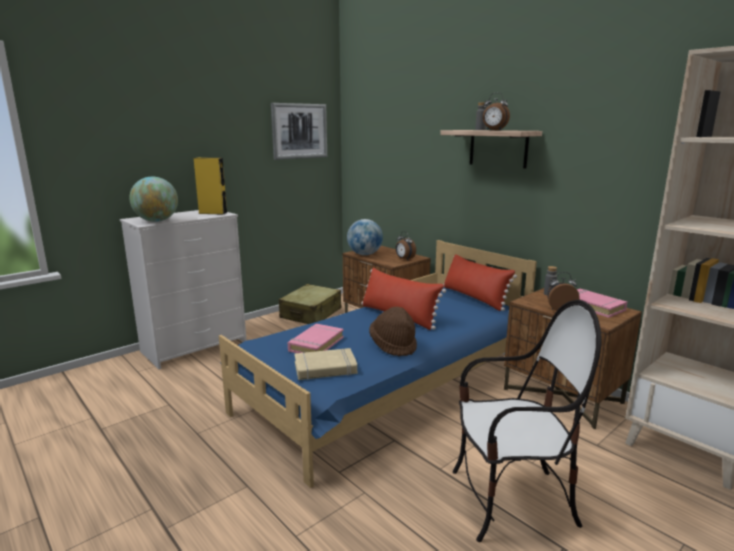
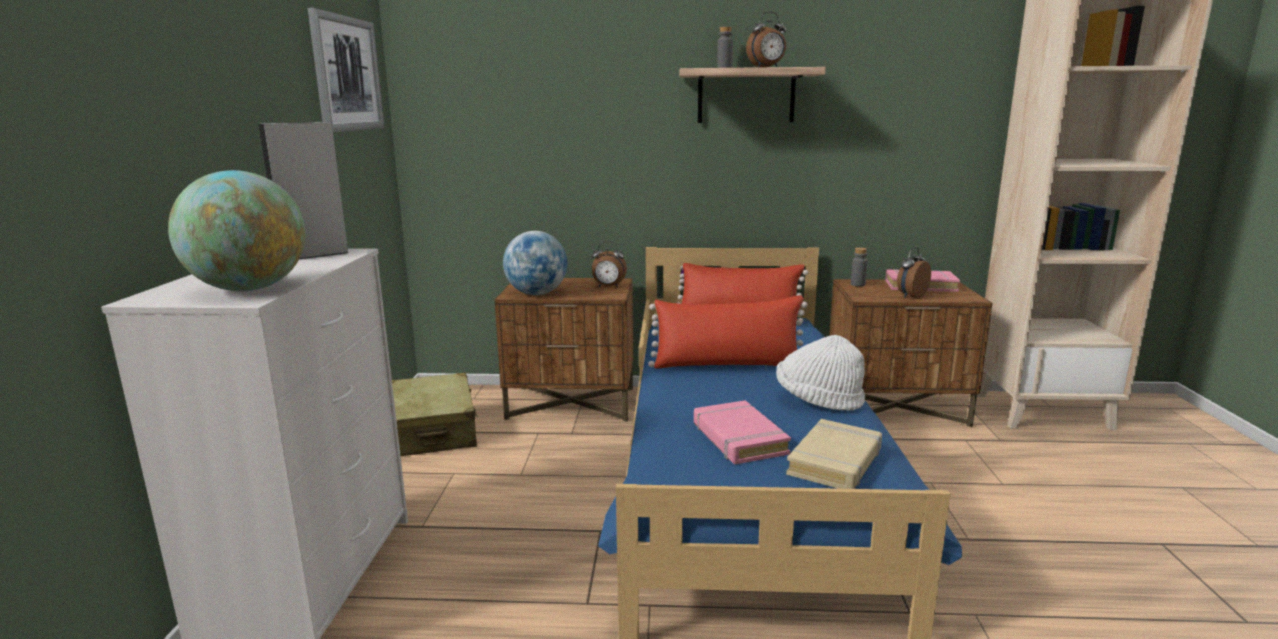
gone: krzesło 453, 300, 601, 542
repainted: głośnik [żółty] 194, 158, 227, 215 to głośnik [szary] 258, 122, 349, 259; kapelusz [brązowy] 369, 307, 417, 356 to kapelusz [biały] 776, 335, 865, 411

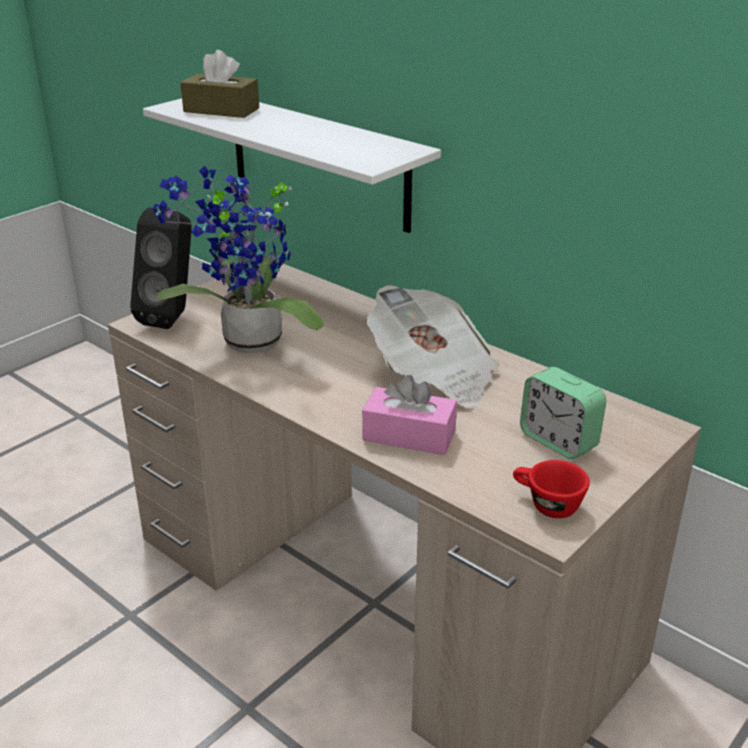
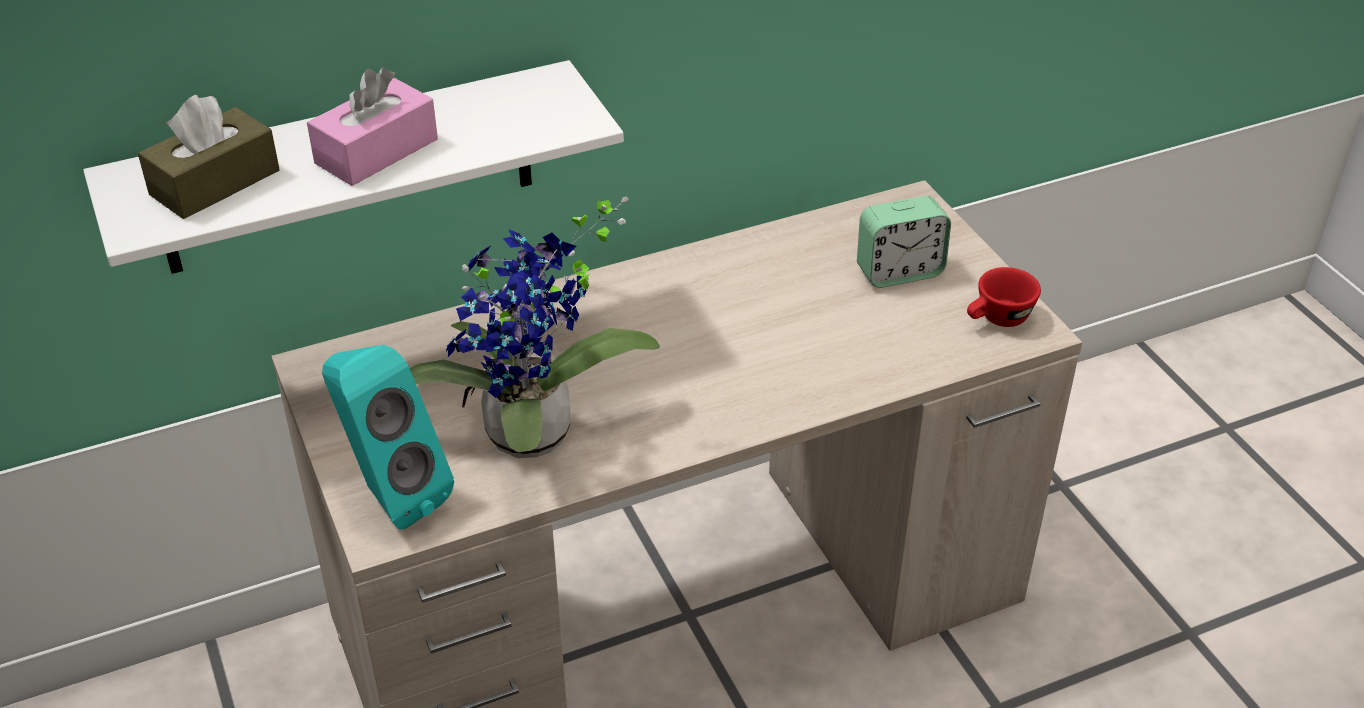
gone: gazeta 367, 285, 500, 408
shifted: pudełko chusteczek [różowy] 362, 375, 457, 455 to 307, 67, 438, 186
repainted: głośnik [czarny] 130, 207, 192, 329 to głośnik [turkusowy] 322, 345, 454, 530

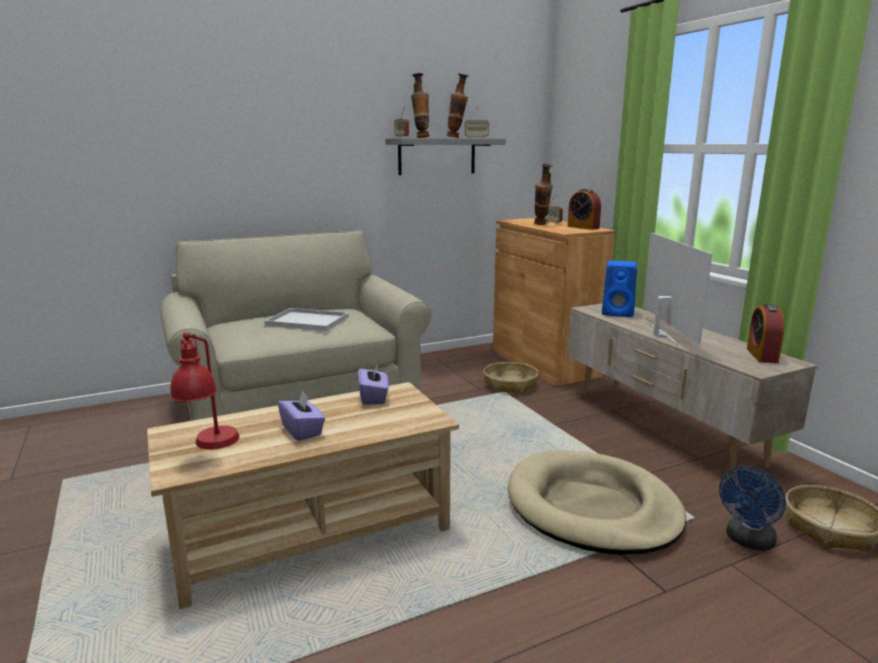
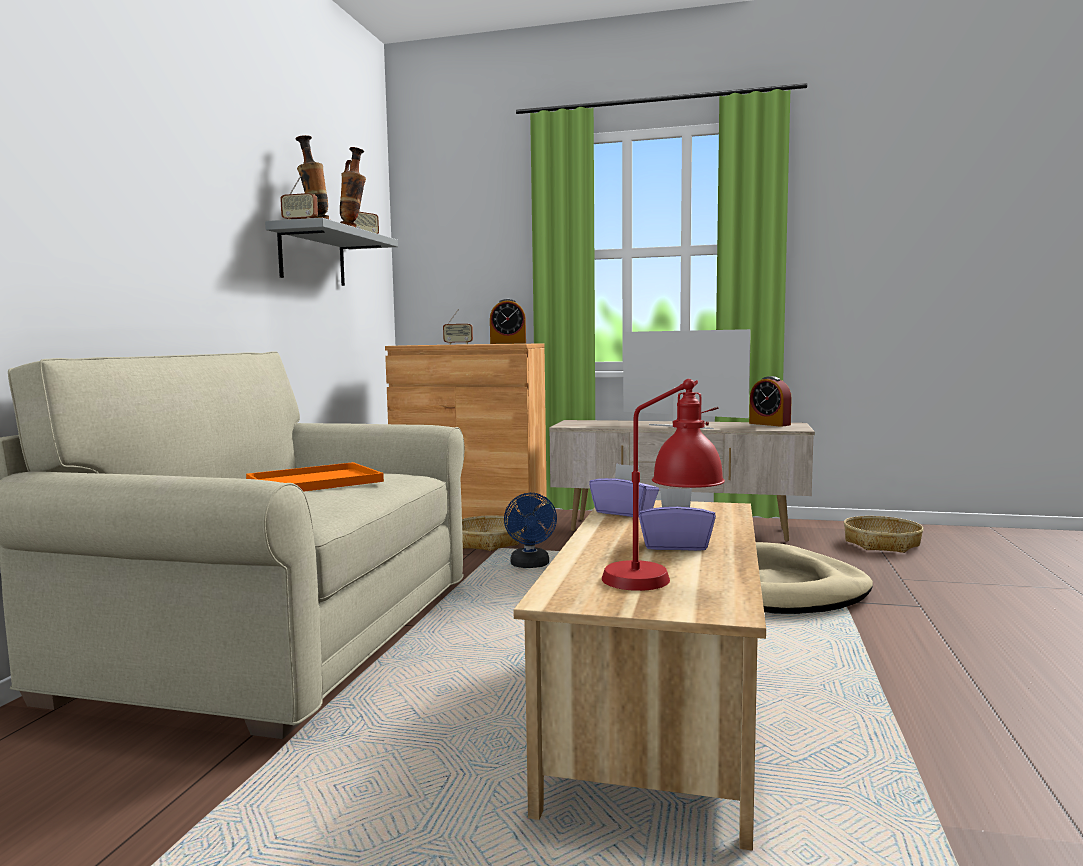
gone: wazon 534, 164, 553, 225; głośnik [niebieski] 602, 260, 637, 317
shifted: wentylator [niebieski] 719, 466, 786, 551 to 504, 493, 557, 568
repainted: taca [biały] 264, 308, 349, 331 to taca [pomarańczowy] 246, 462, 384, 492

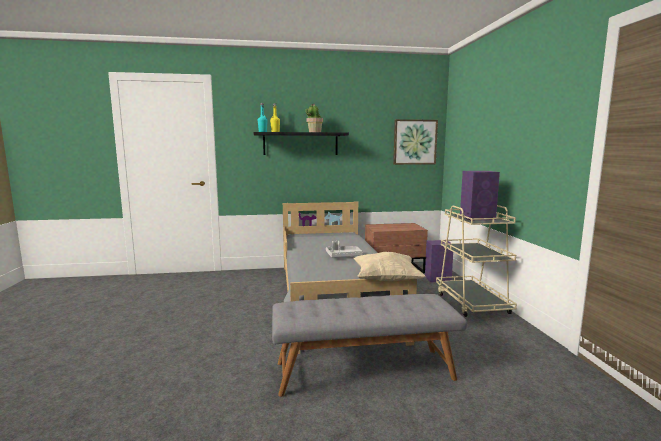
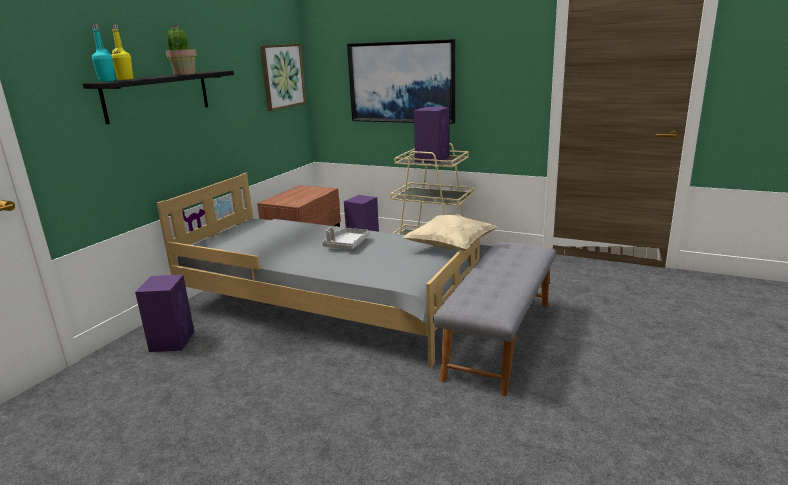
new: głośnik [fioletowy] 135, 275, 194, 352; obraz 347, 39, 455, 124

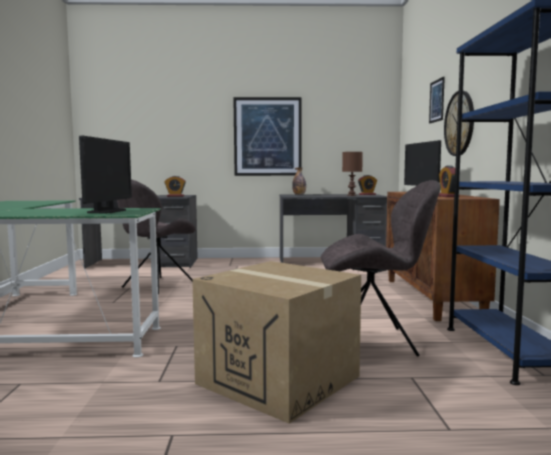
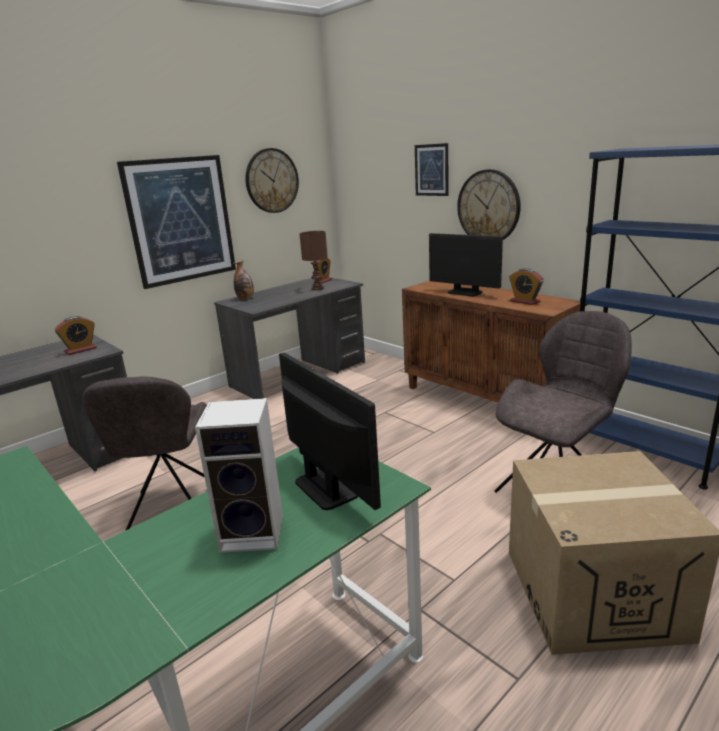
new: głośnik 195, 398, 283, 553; zegar ścienny 245, 148, 299, 213

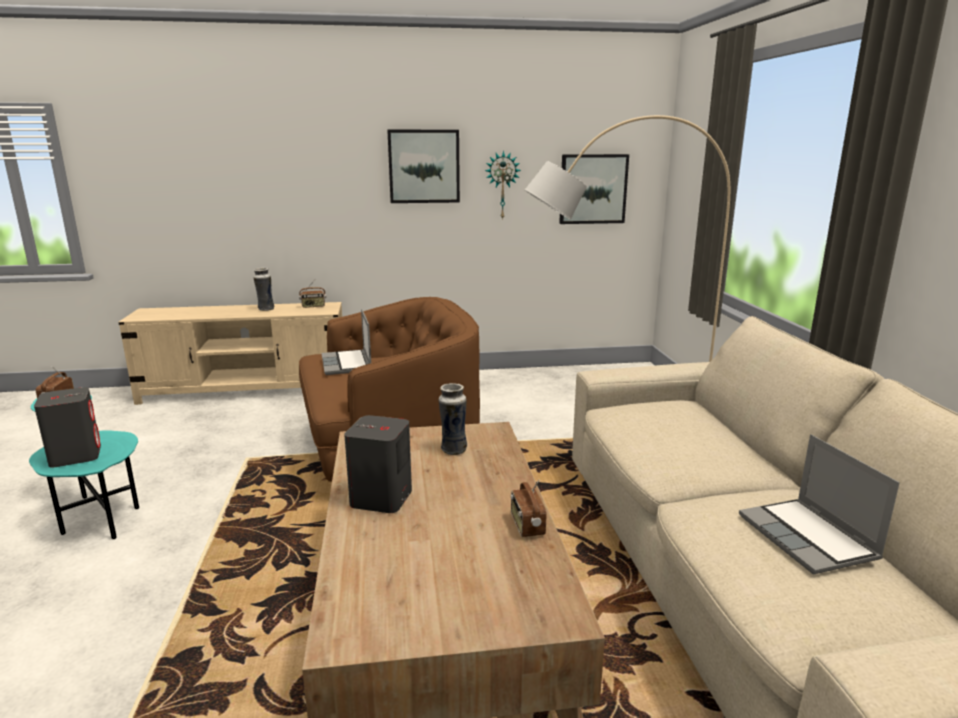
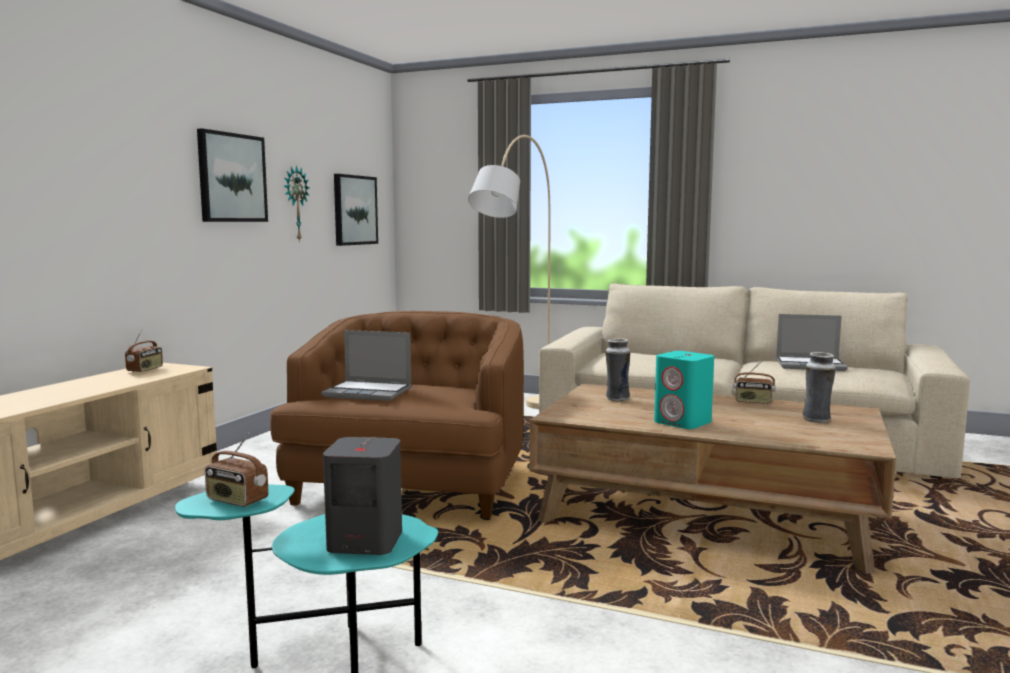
shifted: wazon 253, 268, 274, 311 to 803, 352, 836, 423
repainted: głośnik [szary] 344, 415, 412, 513 to głośnik [turkusowy] 654, 351, 714, 429

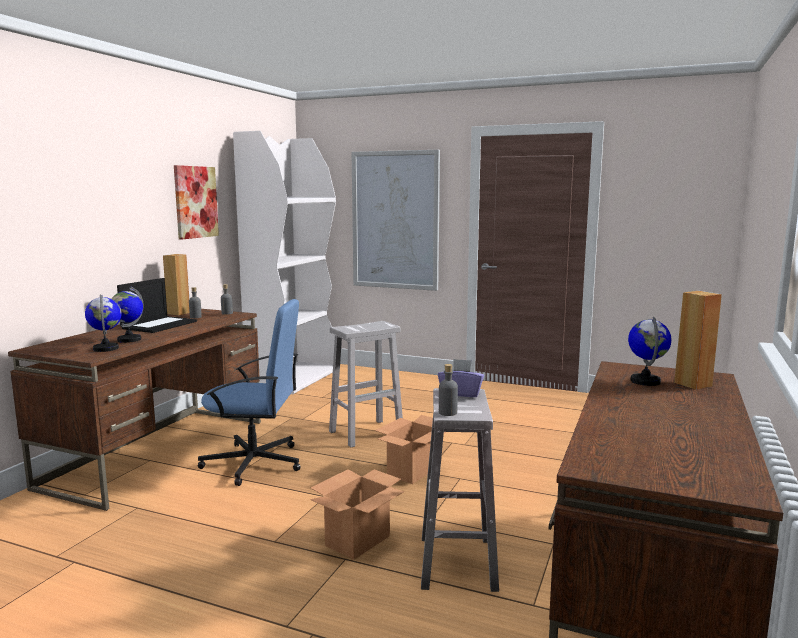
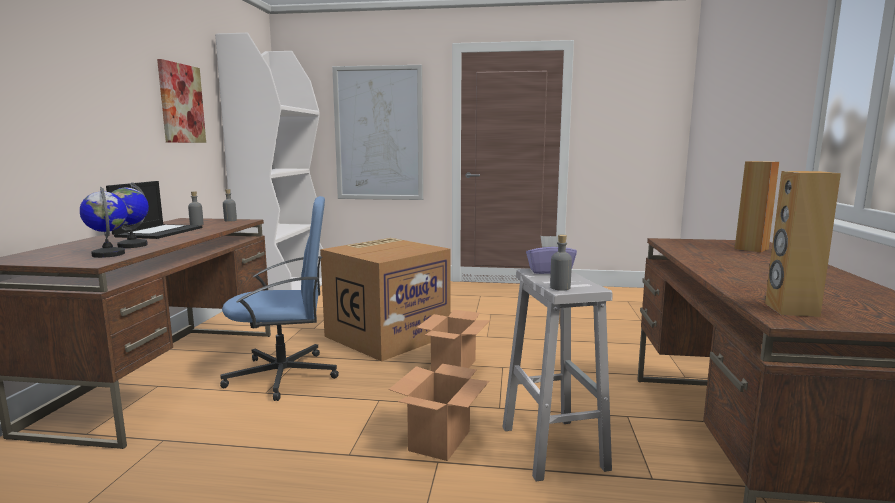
gone: globus 628, 317, 671, 386
shifted: głośnik [brązowy] 163, 254, 189, 315 to 765, 171, 841, 317
swapped: stołek [biały] 329, 321, 403, 447 to karton 320, 238, 451, 361

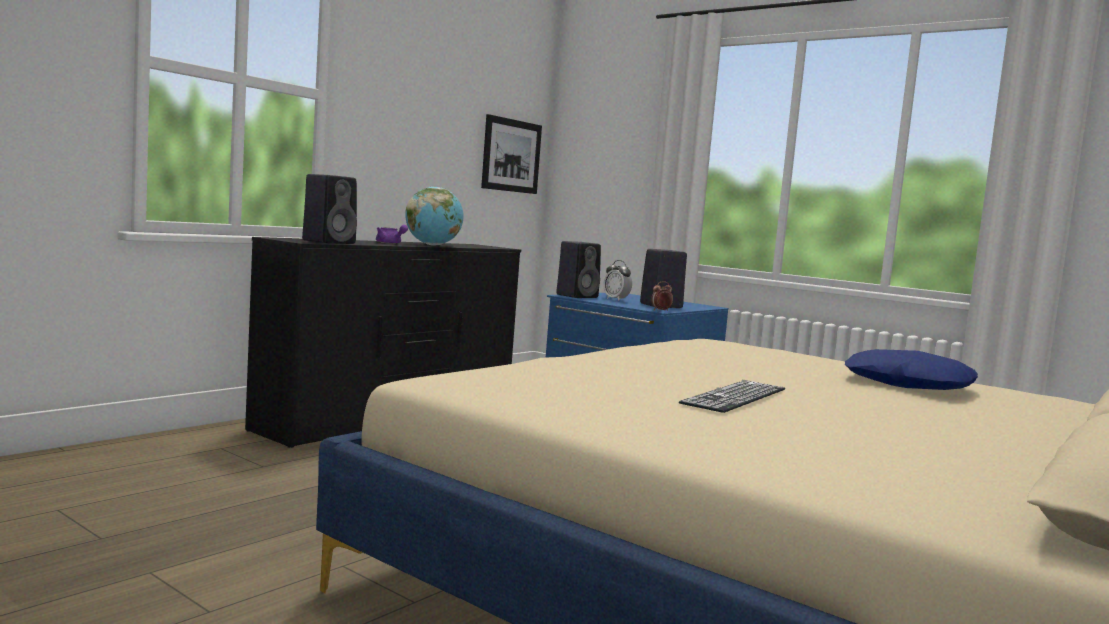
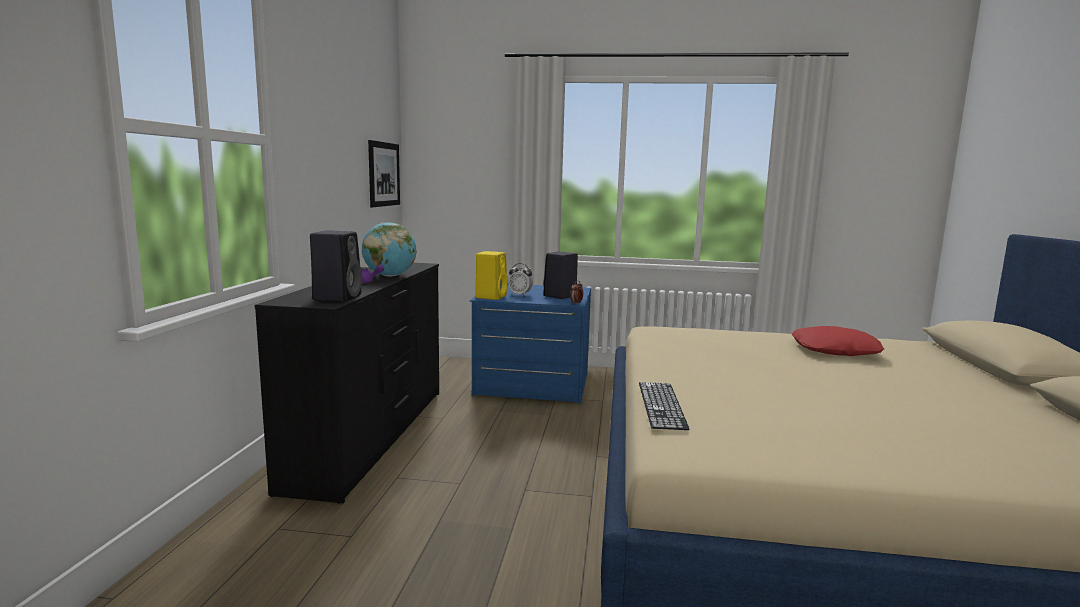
shifted: klawiatura 679, 380, 785, 413 to 639, 382, 689, 430
repainted: głośnik [czarny] 556, 241, 601, 298 to głośnik [żółty] 475, 251, 508, 300; poduszka [niebieski] 844, 349, 978, 390 to poduszka [czerwony] 792, 326, 884, 356

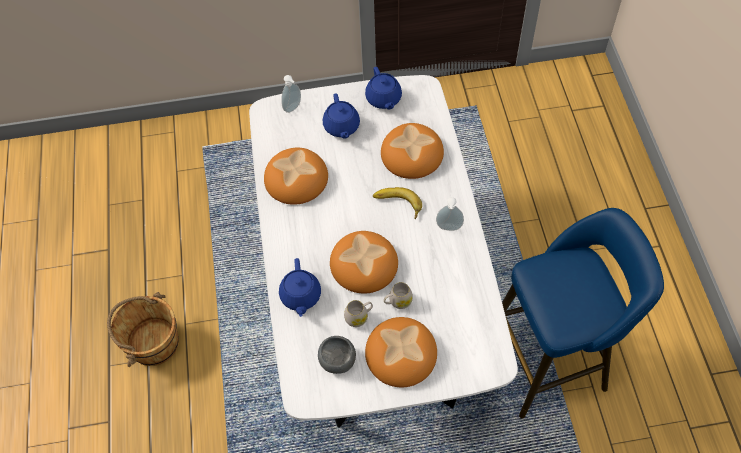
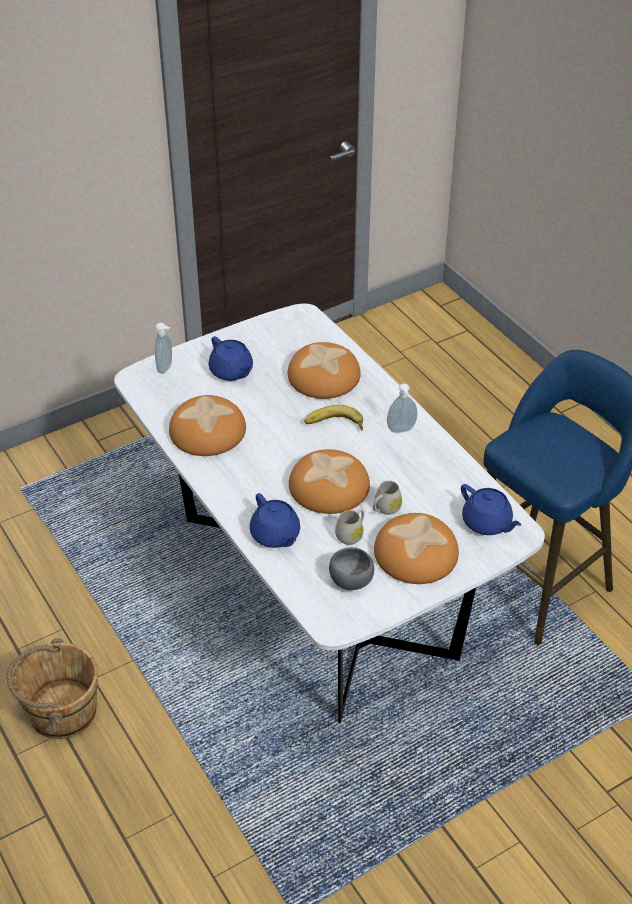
shifted: imbryk [niebieski] 365, 67, 402, 109 to 461, 484, 521, 535

